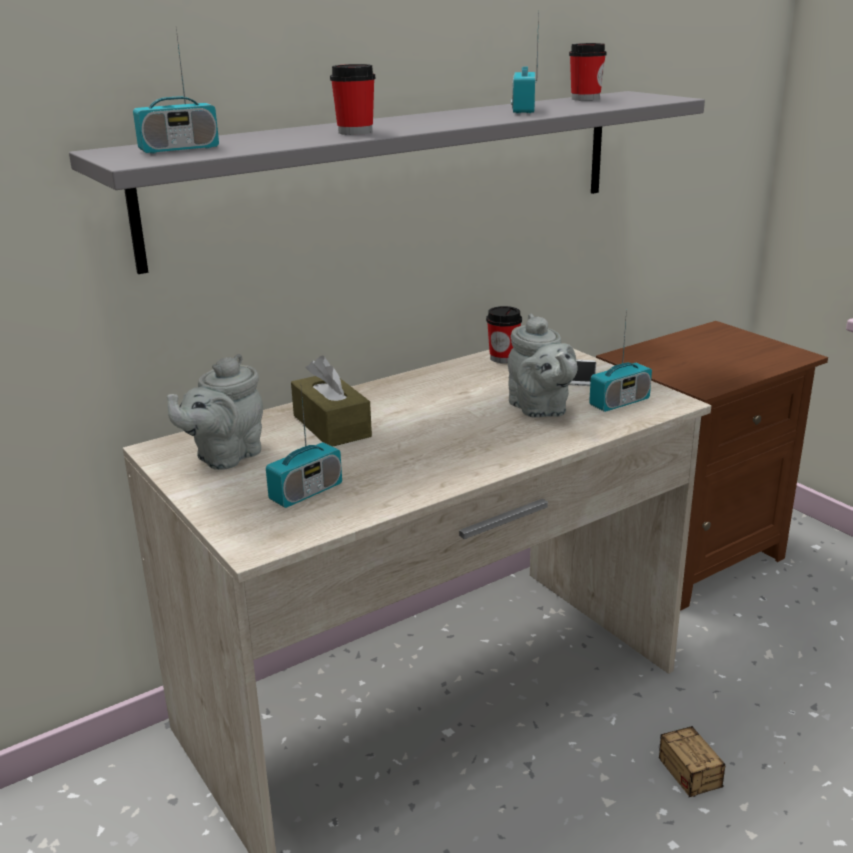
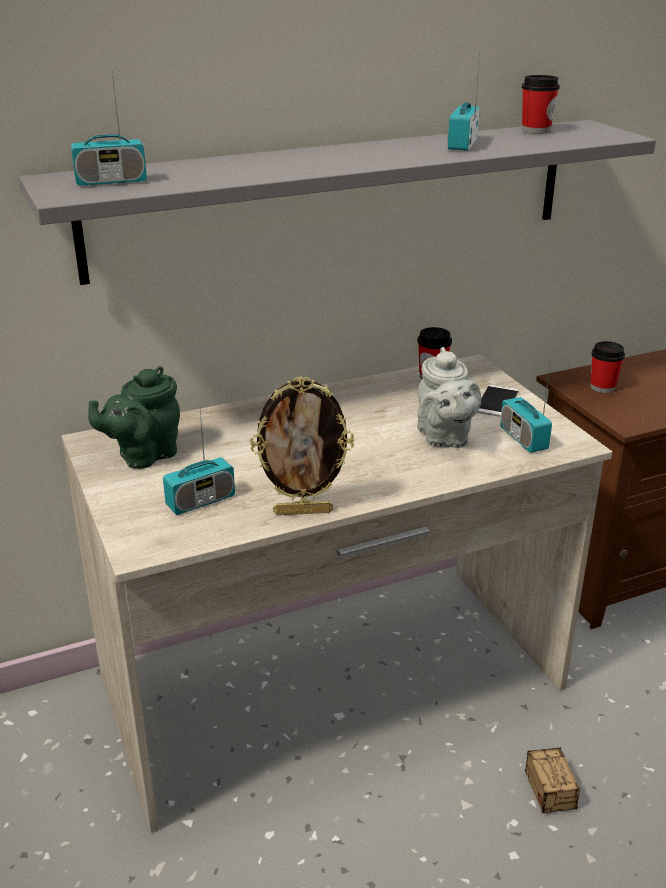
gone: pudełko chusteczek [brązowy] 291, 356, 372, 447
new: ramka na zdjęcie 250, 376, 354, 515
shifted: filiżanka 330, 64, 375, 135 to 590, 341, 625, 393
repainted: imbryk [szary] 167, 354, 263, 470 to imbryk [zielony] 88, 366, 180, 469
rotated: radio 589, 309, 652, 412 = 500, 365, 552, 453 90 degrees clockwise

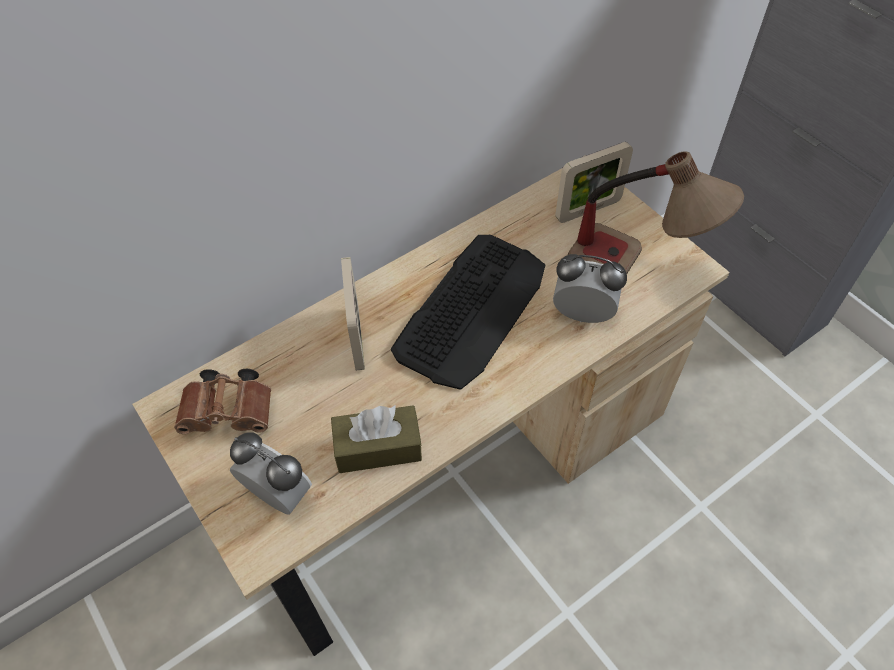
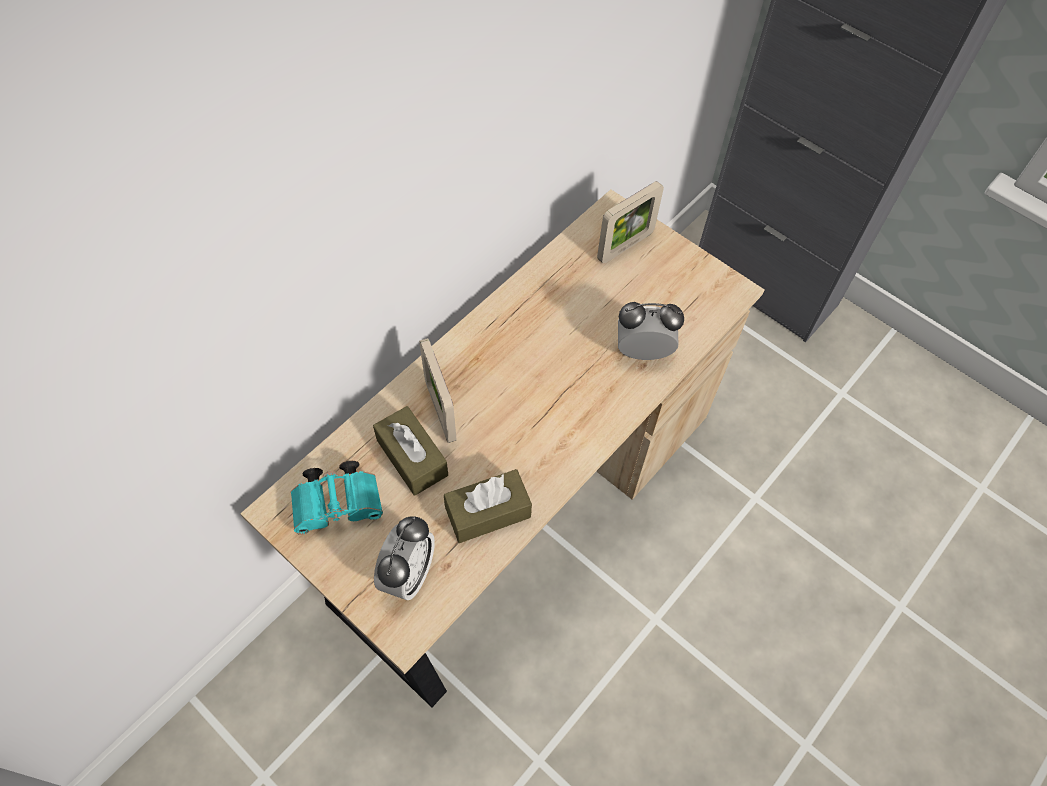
gone: klawiatura 391, 235, 545, 390; lampa stołowa 568, 151, 744, 274
new: pudełko chusteczek [brązowy] 373, 406, 448, 496
repainted: lornetka [brązowy] 174, 368, 271, 434 to lornetka [turkusowy] 291, 461, 383, 535
rotated: budzik 230, 432, 312, 515 = 374, 516, 435, 600 90 degrees clockwise

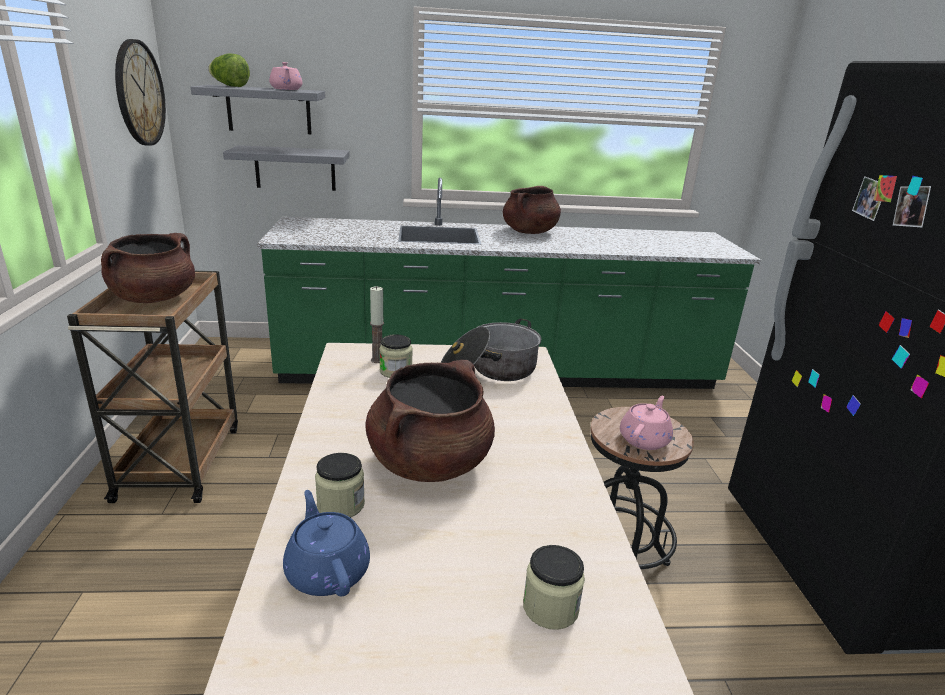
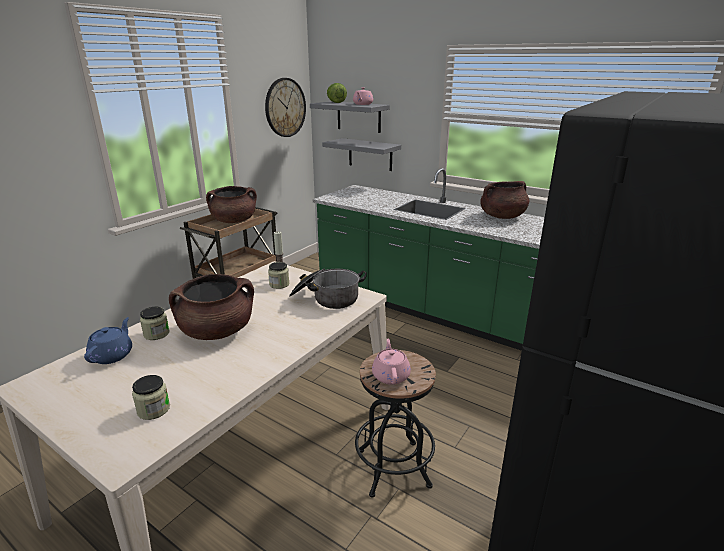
rotated: imbryk [różowy] 620, 396, 673, 450 = 372, 339, 411, 385 75 degrees counterclockwise

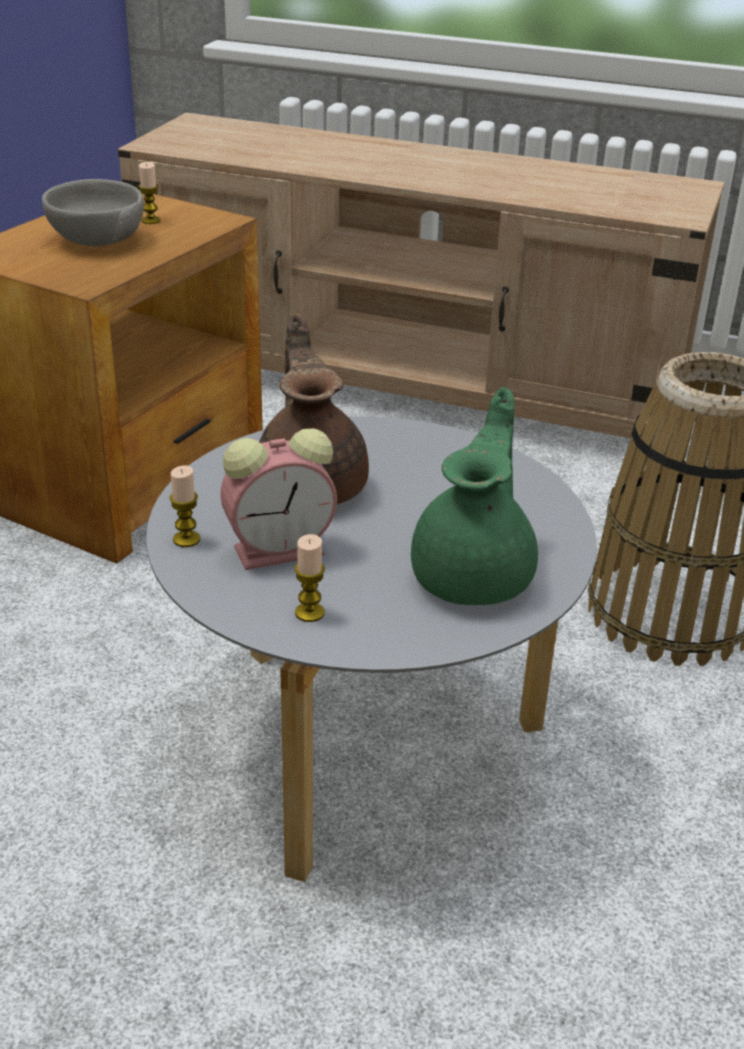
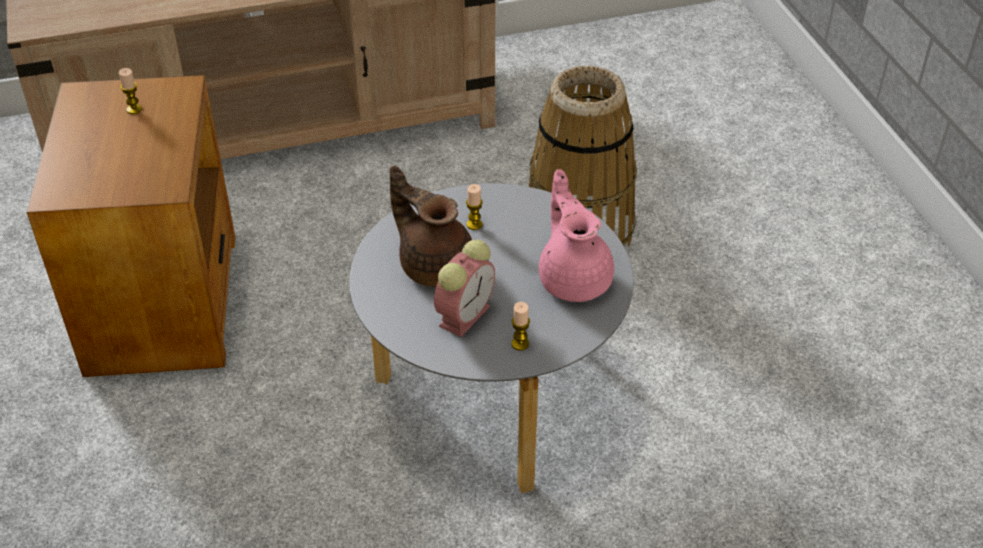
gone: miska [szary] 42, 179, 144, 246
shifted: świeca 170, 465, 200, 547 to 466, 184, 483, 230
repainted: imbryk [zielony] 411, 387, 538, 605 to imbryk [różowy] 539, 169, 614, 302

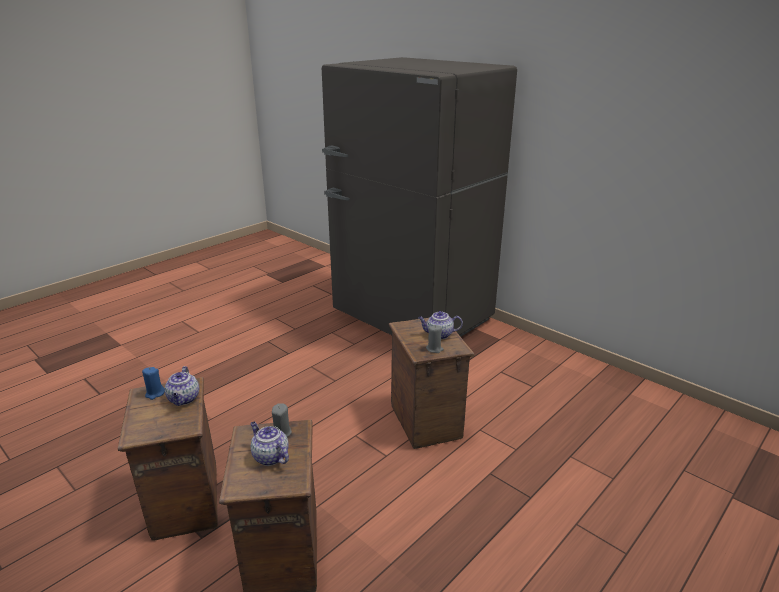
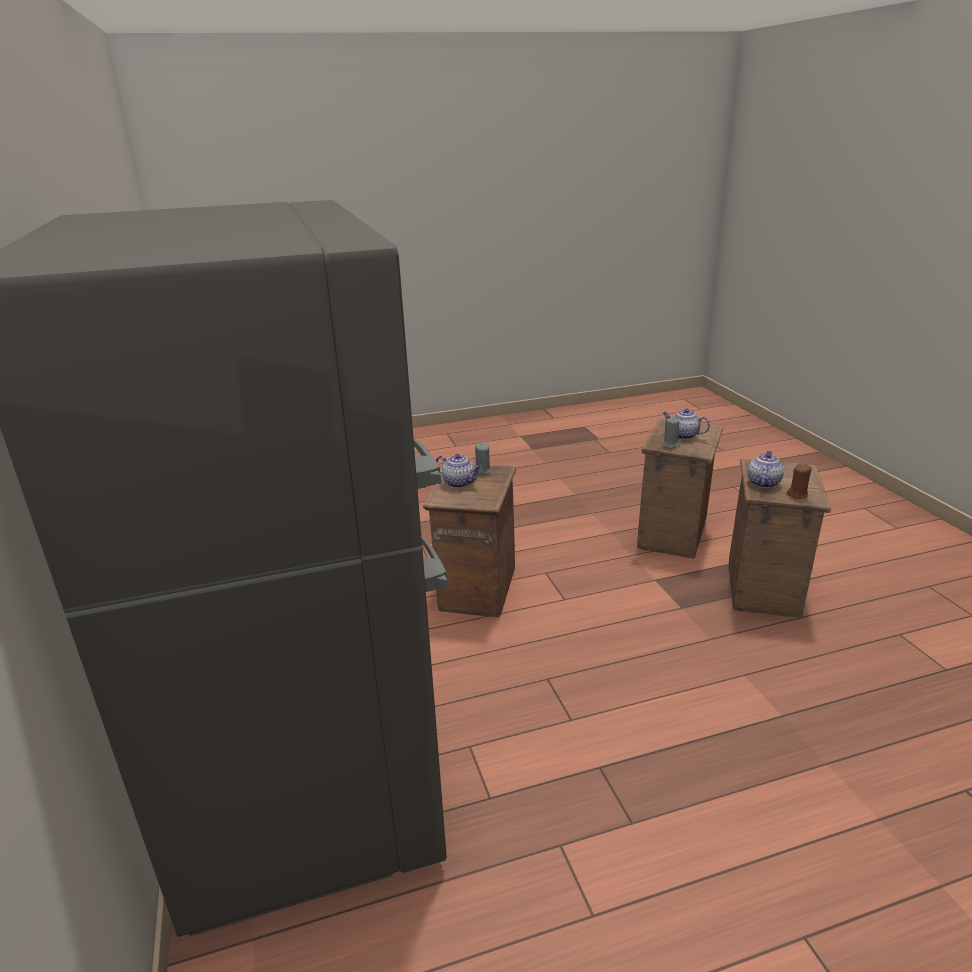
repainted: świeca [niebieski] 142, 367, 165, 400 to świeca [brązowy] 787, 464, 811, 499
rotated: imbryk 251, 422, 289, 466 = 663, 409, 710, 439 135 degrees clockwise

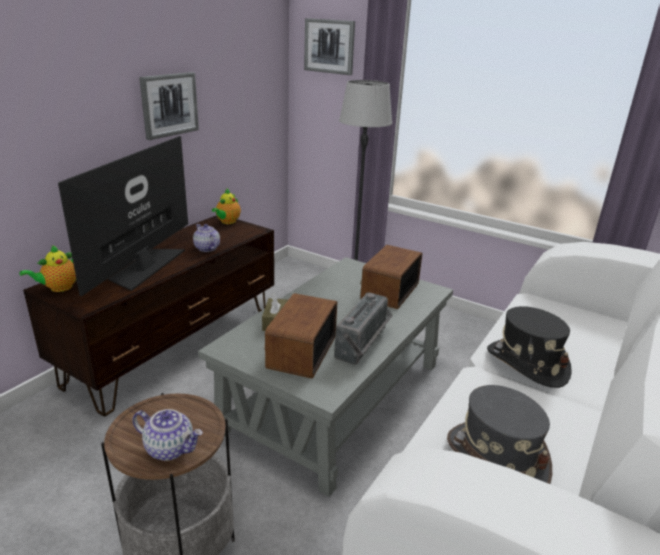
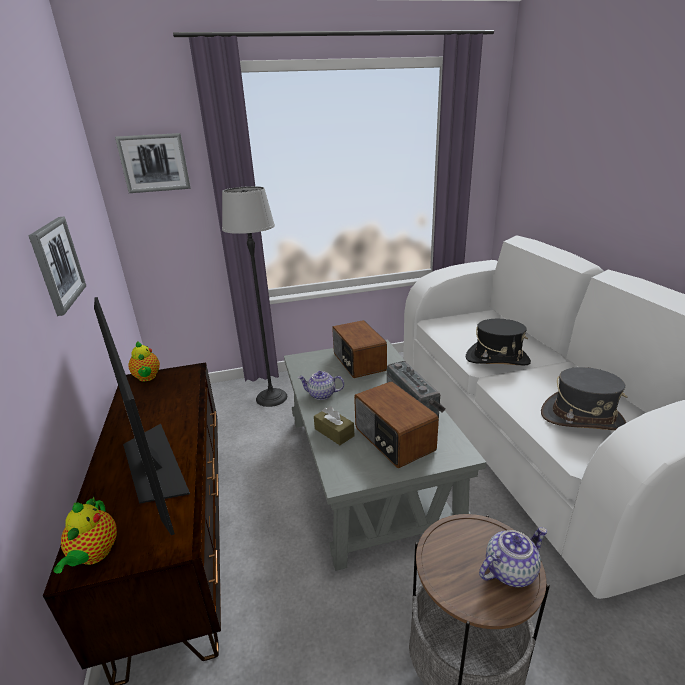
shifted: imbryk 193, 224, 220, 252 to 298, 371, 344, 400

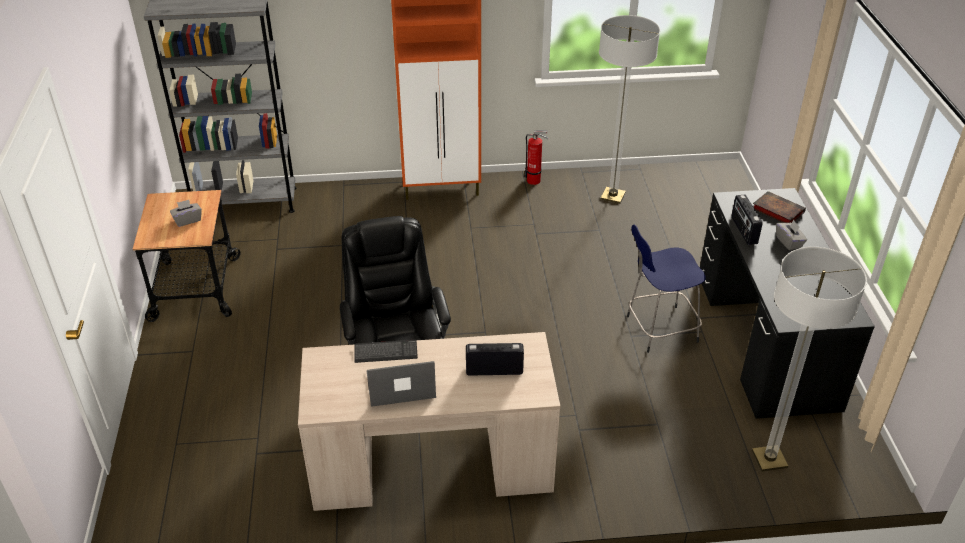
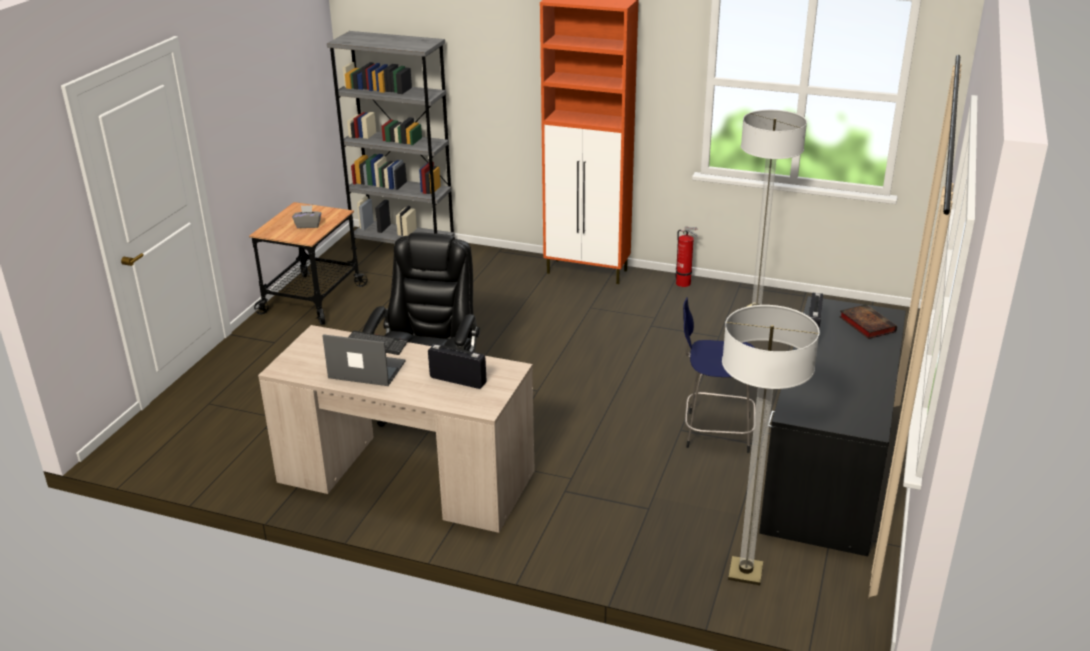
gone: pudełko chusteczek [szary] 776, 220, 807, 250

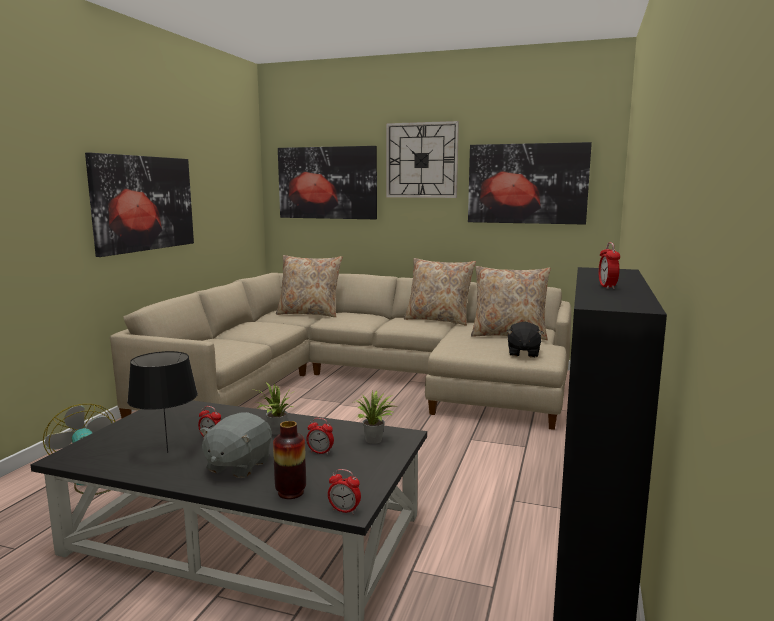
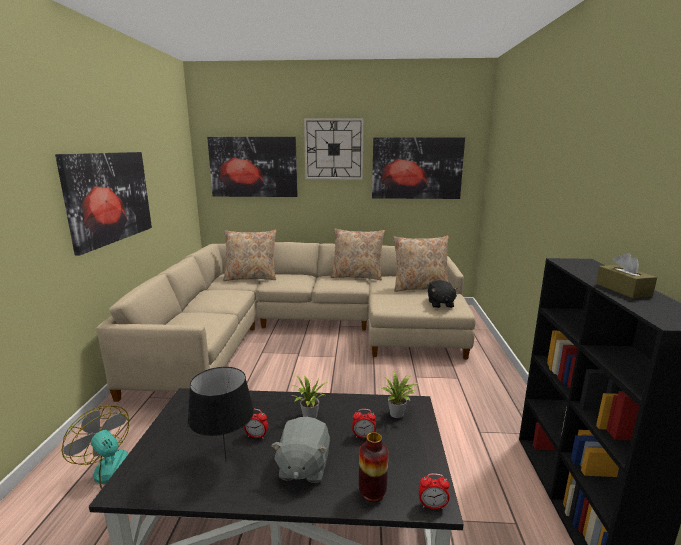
swapped: budzik 599, 242, 620, 289 to pudełko chusteczek [brązowy] 596, 253, 657, 298

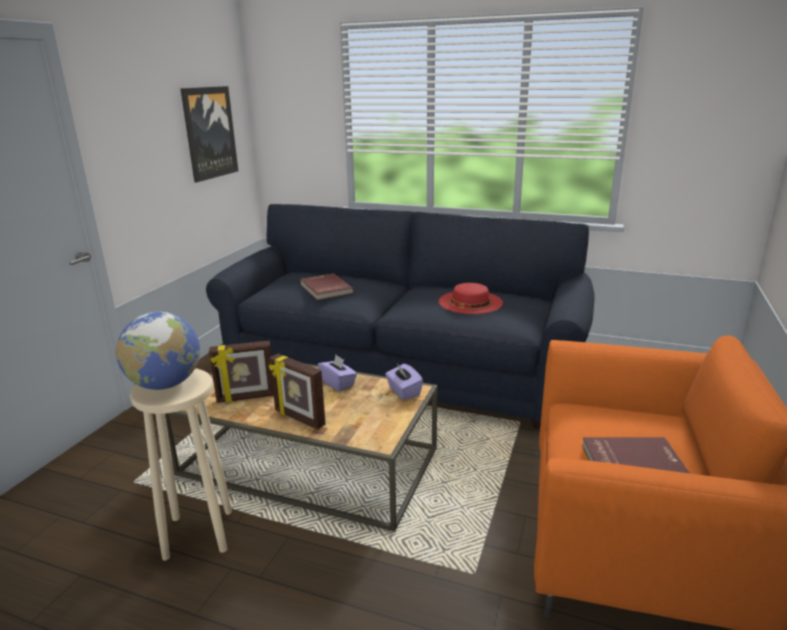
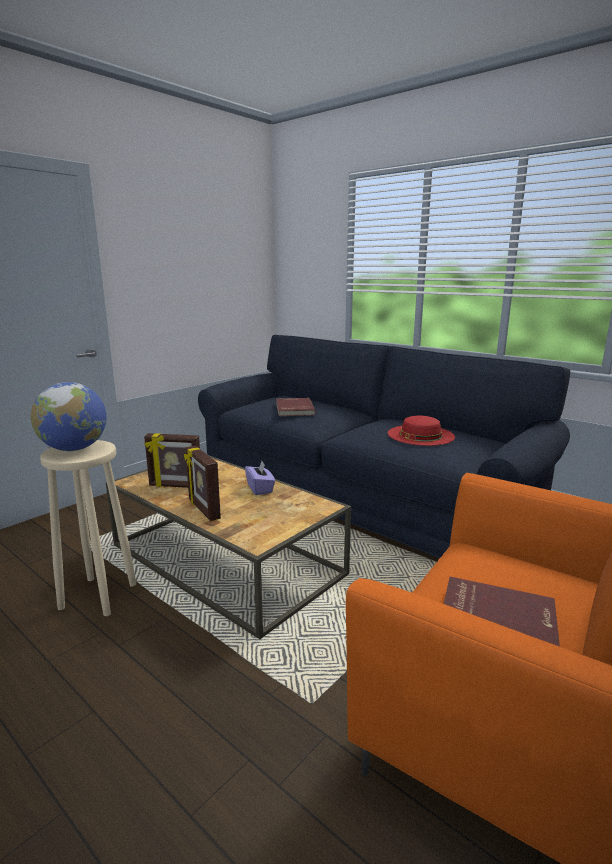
gone: obraz 180, 86, 238, 182; pudełko chusteczek [fioletowy] 385, 364, 423, 400

